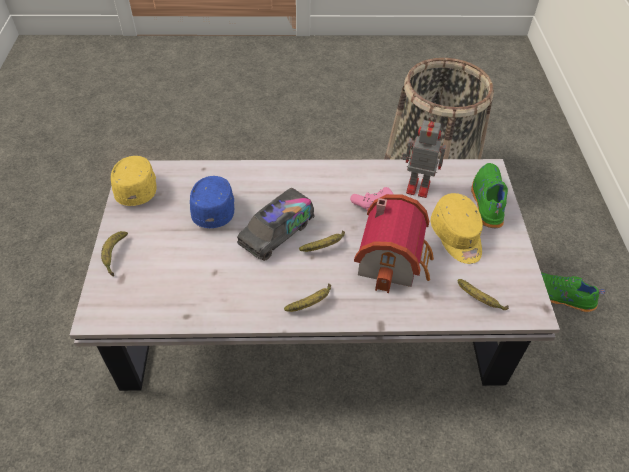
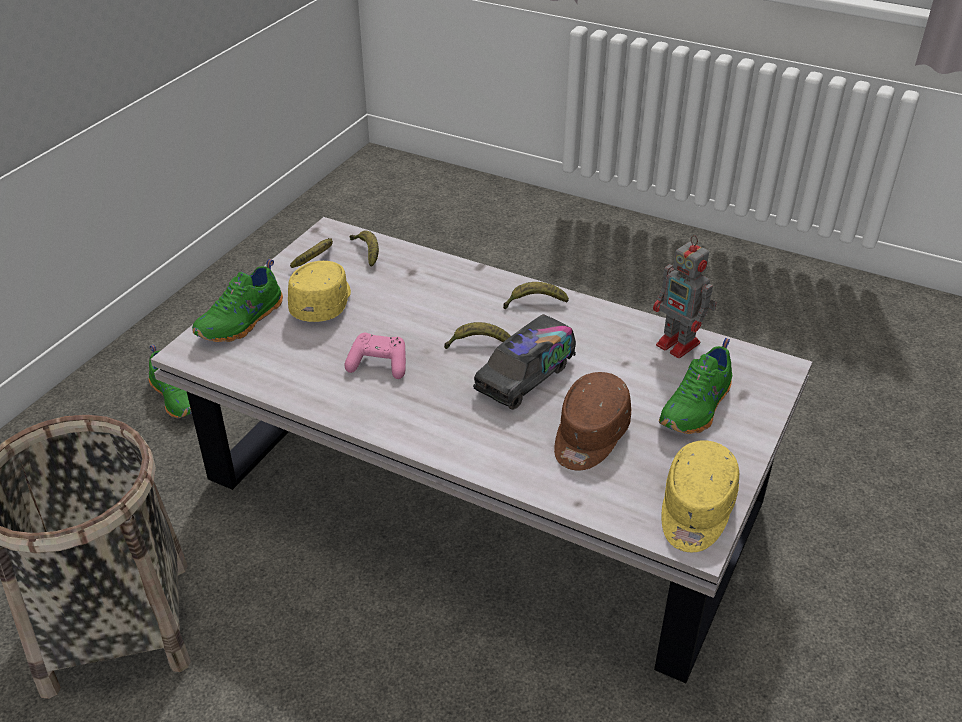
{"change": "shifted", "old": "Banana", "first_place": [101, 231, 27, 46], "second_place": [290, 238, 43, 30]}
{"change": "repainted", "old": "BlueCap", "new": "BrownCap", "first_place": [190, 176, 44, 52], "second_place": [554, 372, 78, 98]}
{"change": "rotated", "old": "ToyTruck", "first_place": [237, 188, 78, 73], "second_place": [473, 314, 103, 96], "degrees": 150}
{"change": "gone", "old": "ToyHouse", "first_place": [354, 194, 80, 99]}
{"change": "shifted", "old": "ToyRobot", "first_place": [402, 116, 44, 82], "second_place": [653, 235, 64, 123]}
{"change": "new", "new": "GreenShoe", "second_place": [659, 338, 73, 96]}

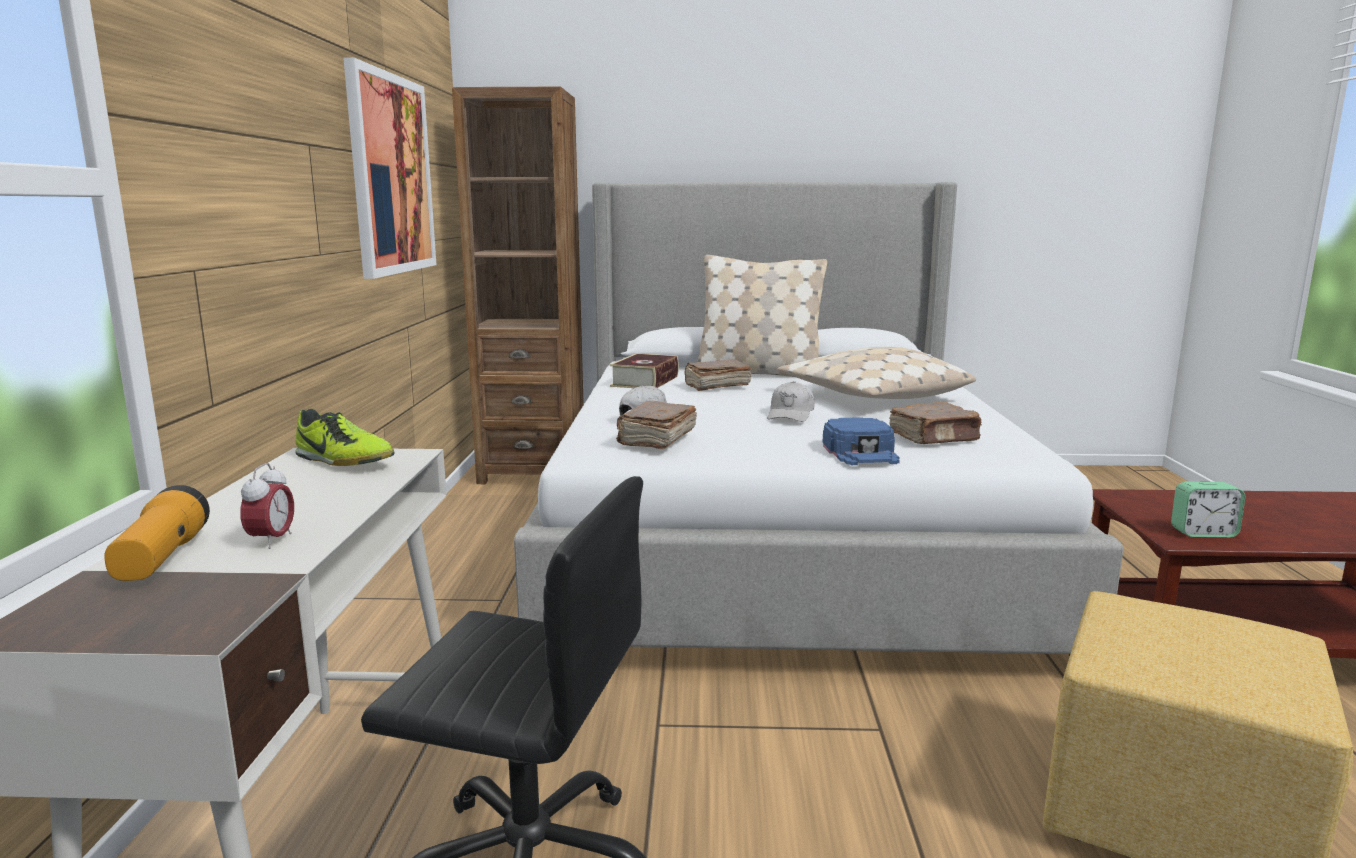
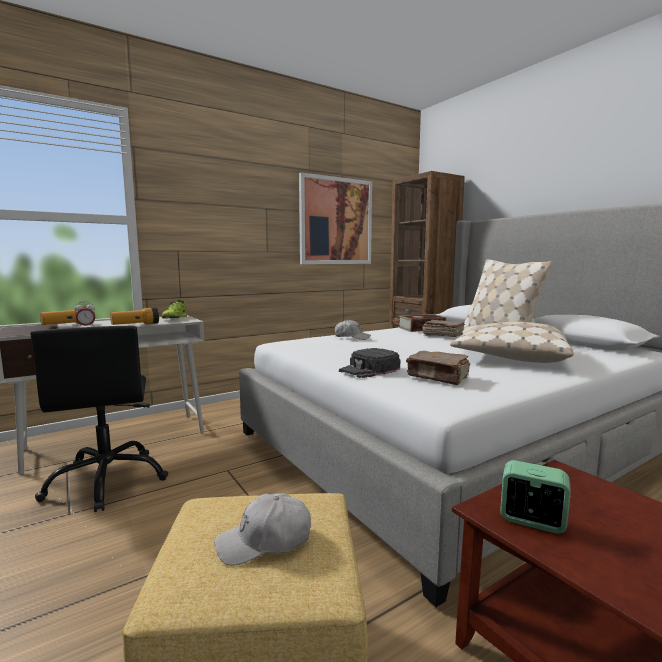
{"change": "gone", "old": "BrownBook", "first_place": [616, 401, 81, 48]}
{"change": "shifted", "old": "WhiteCap", "first_place": [767, 381, 48, 41], "second_place": [214, 493, 97, 73]}
{"change": "repainted", "old": "BlueCap", "new": "BlackCap", "first_place": [823, 417, 77, 48], "second_place": [339, 348, 61, 30]}
{"change": "rotated", "old": "AlarmClock", "first_place": [1171, 482, 74, 56], "second_place": [500, 460, 71, 74], "degrees": 150}
{"change": "new", "new": "Flashlight", "second_place": [110, 307, 49, 18]}

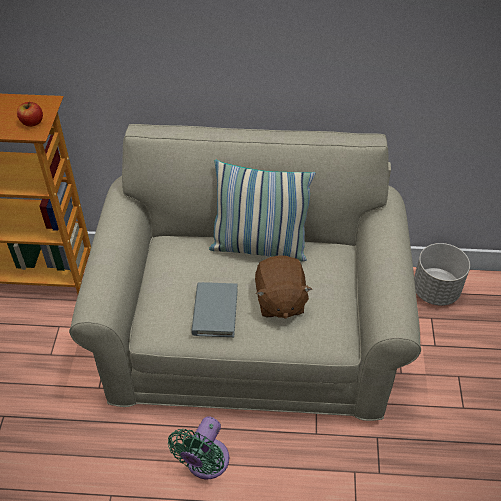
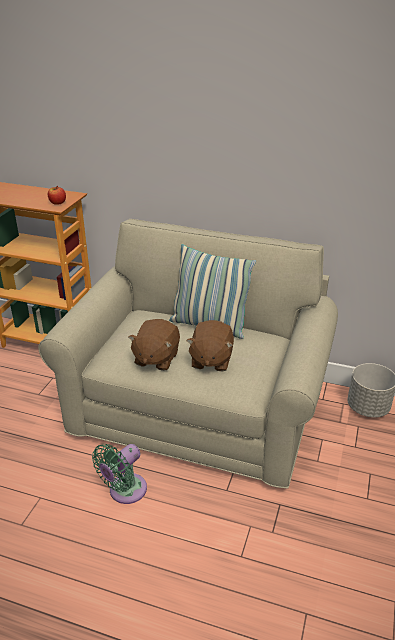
{"change": "swapped", "old": "GreyBook", "new": "BrownPlushToy", "first_place": [191, 282, 47, 55], "second_place": [128, 319, 52, 52]}

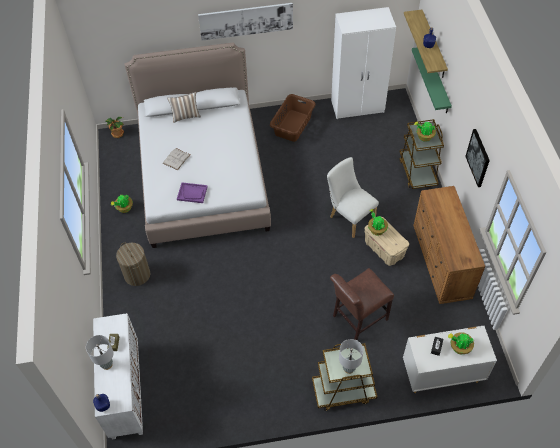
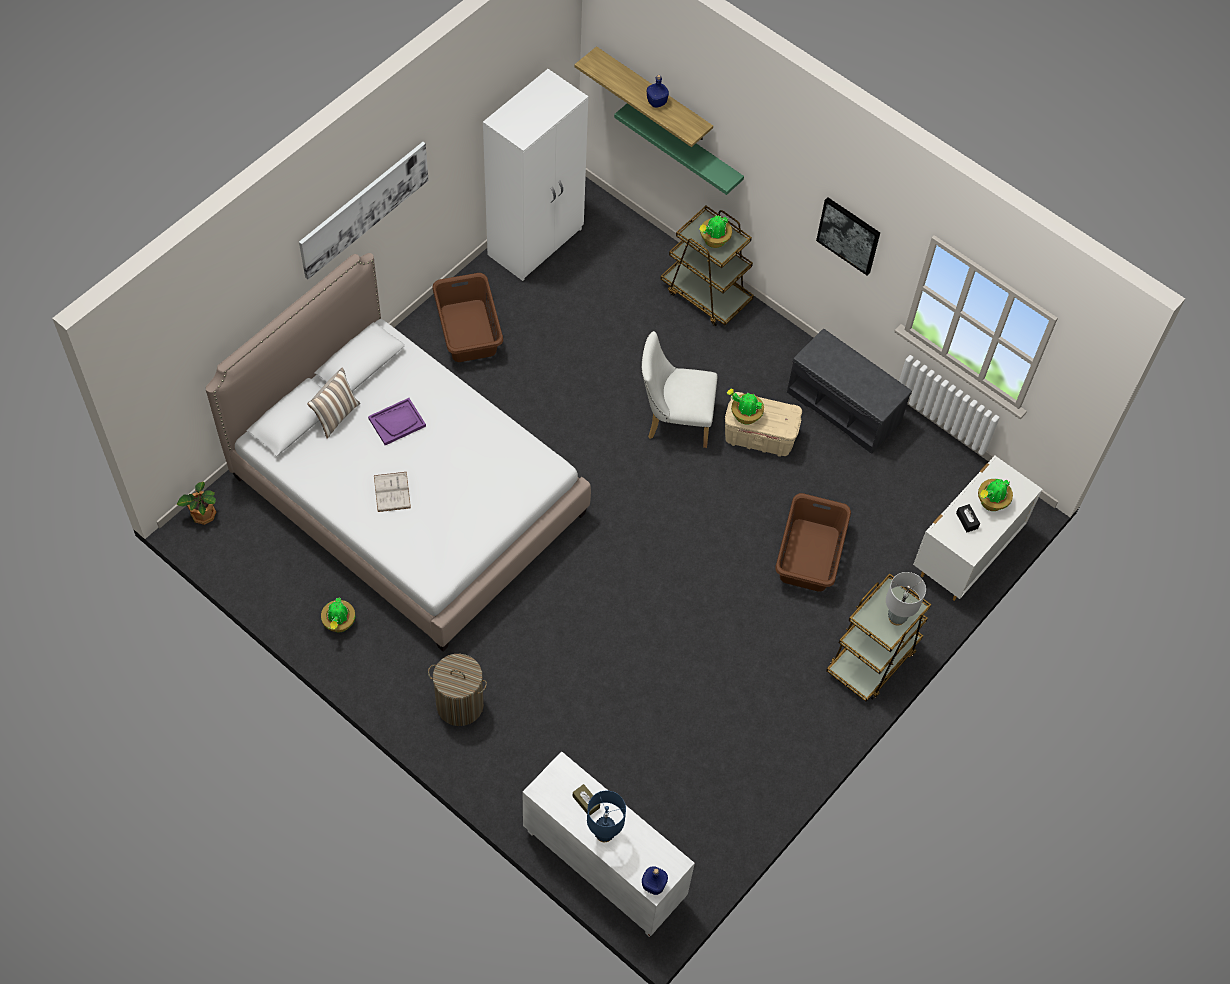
{"change": "repainted", "old": "GreyTableLamp", "new": "BlueTableLamp", "first_place": [86, 335, 28, 35], "second_place": [587, 791, 39, 51]}
{"change": "shifted", "old": "PurpleTray", "first_place": [177, 182, 31, 21], "second_place": [368, 398, 58, 47]}
{"change": "swapped", "old": "BrownChair", "new": "BrownLaundryBasket", "first_place": [330, 268, 64, 72], "second_place": [775, 493, 76, 99]}
{"change": "swapped", "old": "BrownDresser", "new": "GreyBench", "first_place": [413, 186, 72, 118], "second_place": [787, 329, 125, 125]}

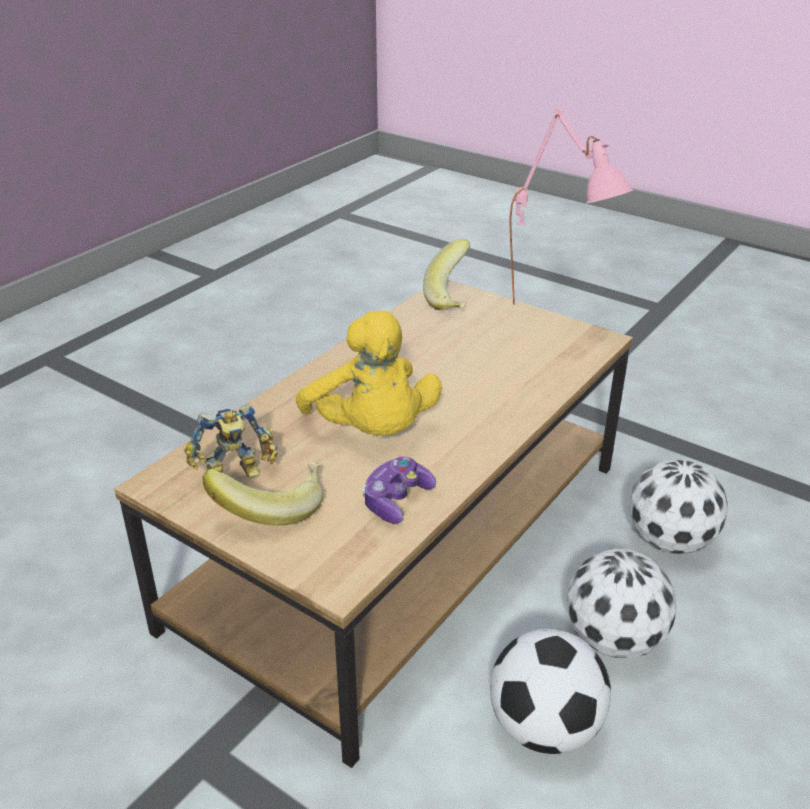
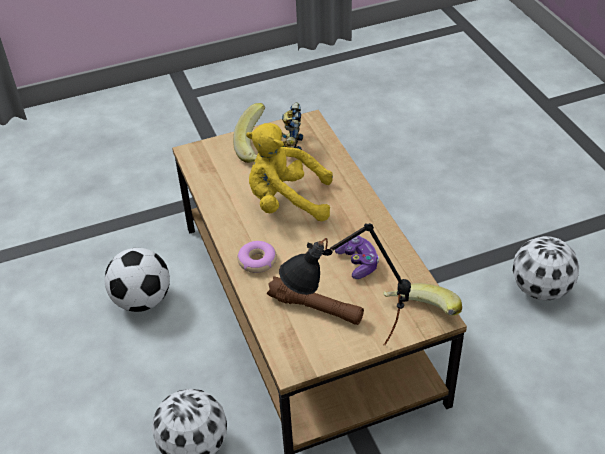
{"change": "shifted", "old": "GameController", "first_place": [362, 457, 74, 67], "second_place": [335, 235, 44, 44]}
{"change": "repainted", "old": "PinkTableLamp", "new": "BlackTableLamp", "first_place": [509, 108, 124, 197], "second_place": [279, 223, 132, 122]}
{"change": "shifted", "old": "Football", "first_place": [566, 549, 110, 109], "second_place": [512, 236, 67, 64]}
{"change": "new", "new": "Donut", "second_place": [237, 241, 40, 32]}
{"change": "new", "new": "BrownFlashlight", "second_place": [267, 276, 97, 49]}

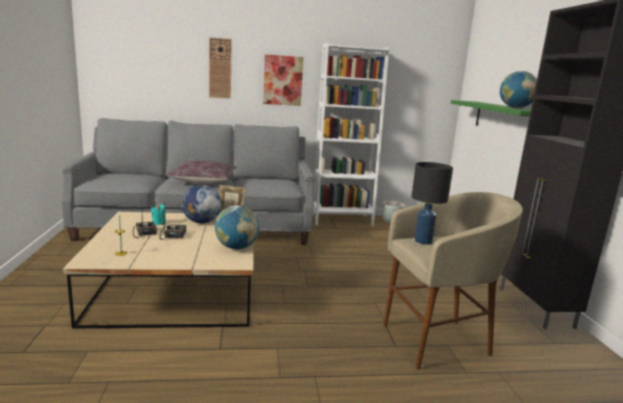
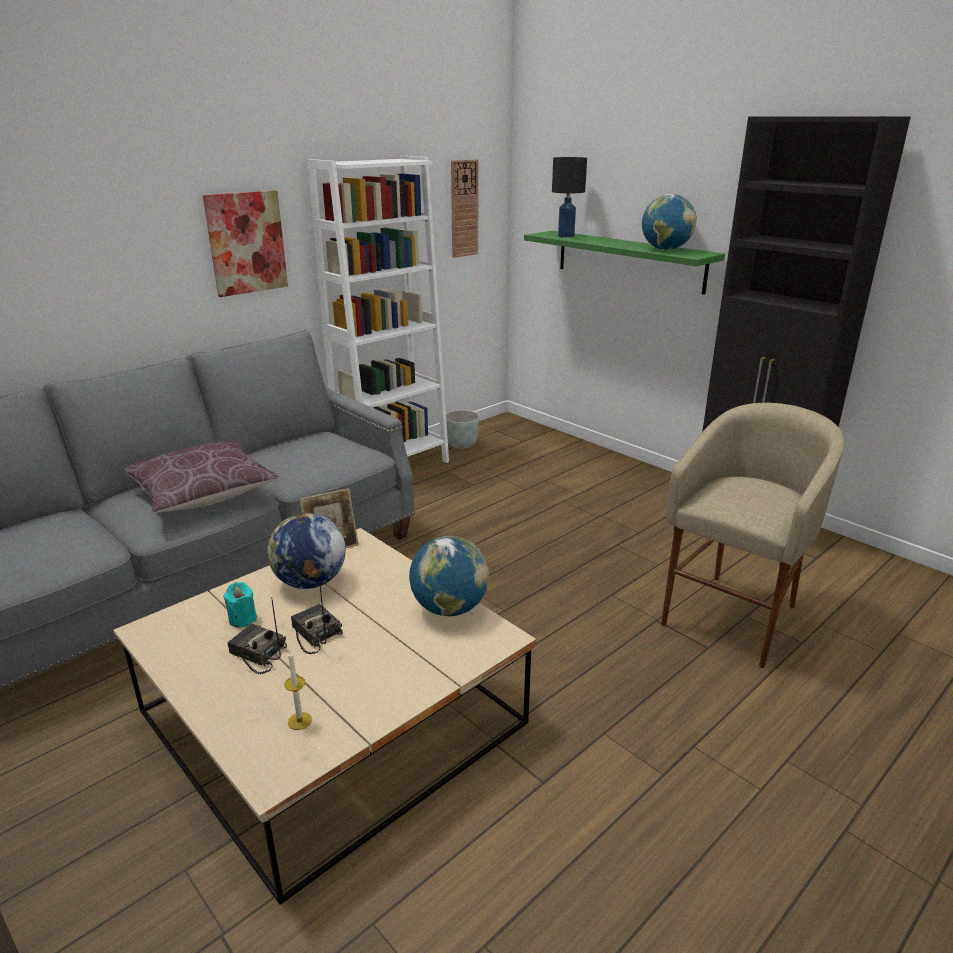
{"change": "shifted", "old": "WallClock", "first_place": [209, 37, 23, 62], "second_place": [451, 159, 27, 99]}
{"change": "shifted", "old": "BlackTableLamp", "first_place": [411, 162, 42, 83], "second_place": [552, 157, 35, 81]}

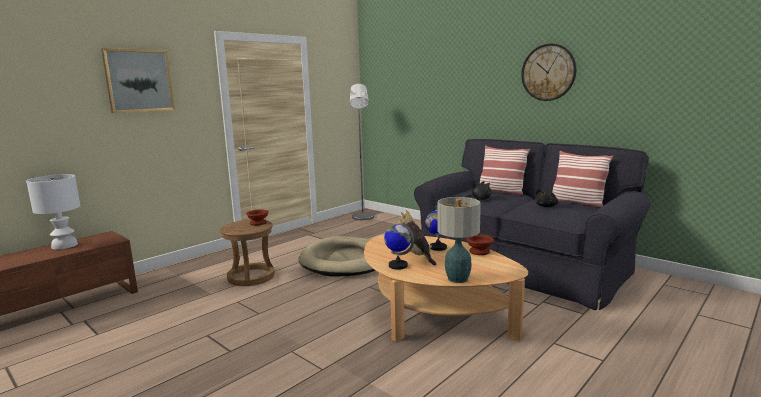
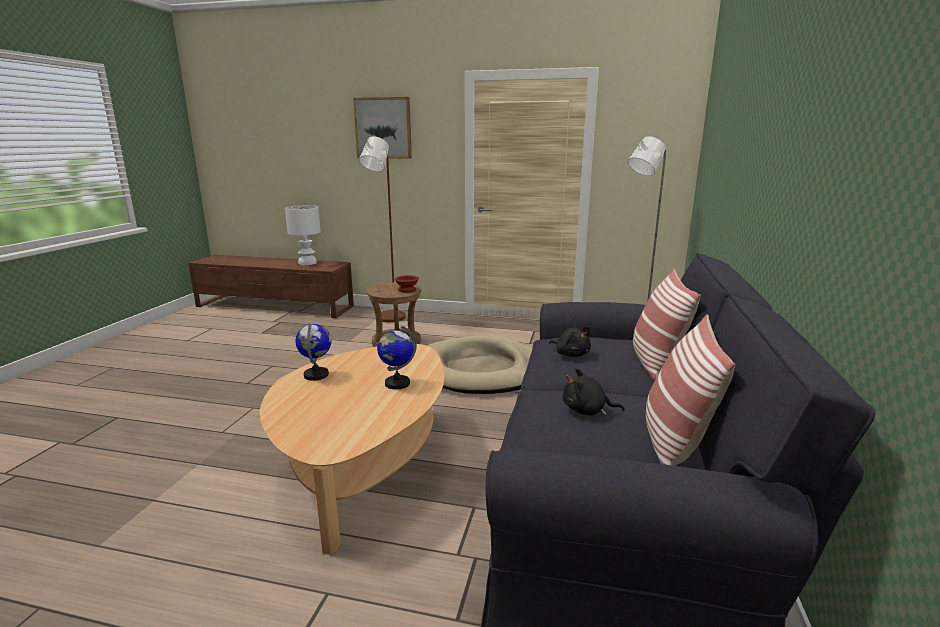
{"change": "gone", "old": "PlushToy", "first_place": [398, 210, 38, 55]}
{"change": "gone", "old": "TableLamp", "first_place": [437, 197, 44, 86]}
{"change": "gone", "old": "BrownBowl", "first_place": [466, 235, 28, 20]}
{"change": "gone", "old": "WallClock", "first_place": [521, 44, 56, 57]}
{"change": "new", "new": "BrownFloorLamp", "second_place": [359, 136, 47, 186]}

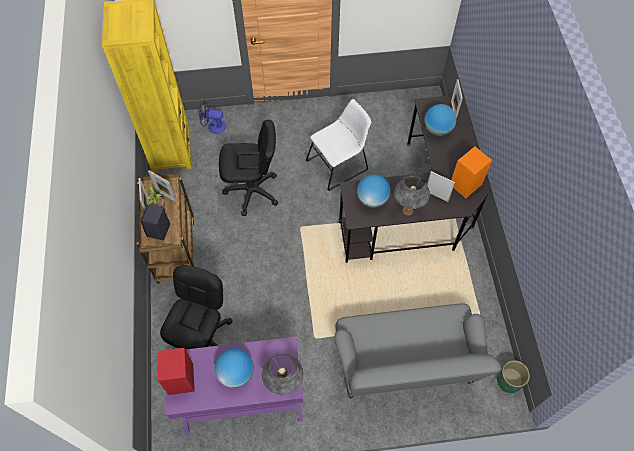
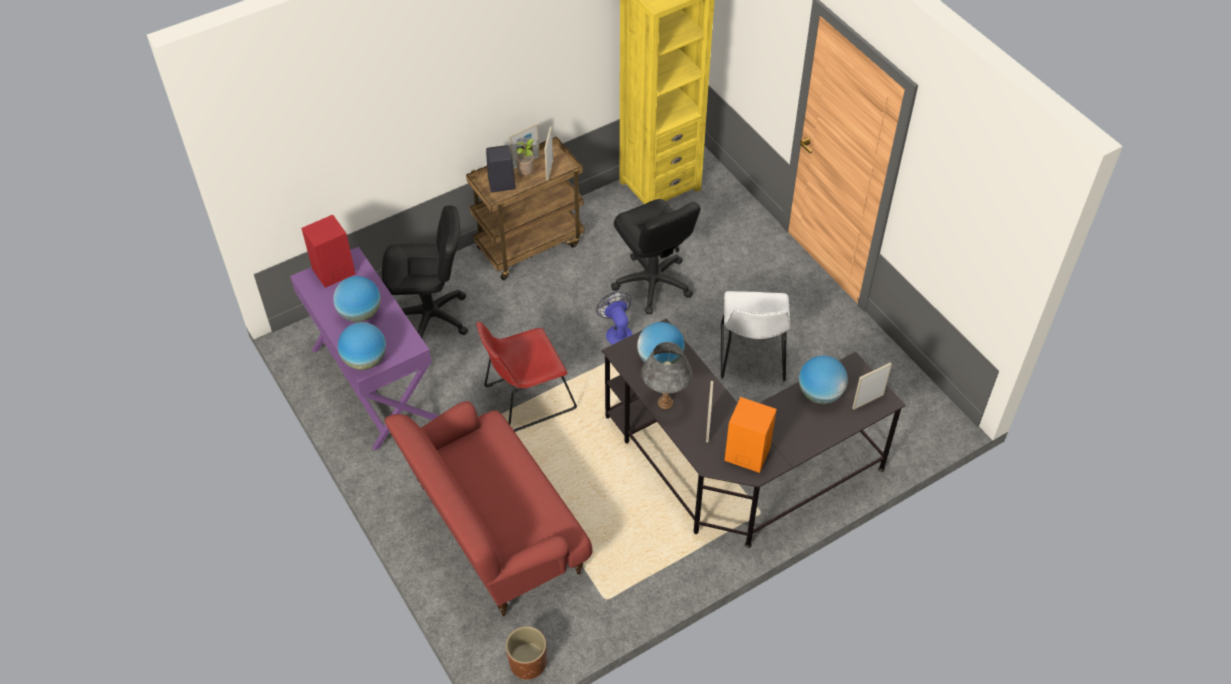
{"change": "shifted", "old": "Fan", "first_place": [199, 102, 27, 32], "second_place": [596, 292, 37, 53]}
{"change": "swapped", "old": "GreyTableLamp", "new": "Globe", "first_place": [262, 354, 41, 41], "second_place": [338, 322, 48, 48]}
{"change": "rotated", "old": "WhiteChair", "first_place": [306, 99, 66, 92], "second_place": [721, 291, 70, 90], "degrees": 60}
{"change": "repainted", "old": "GreySofa", "new": "RedSofa", "first_place": [334, 303, 167, 96], "second_place": [385, 401, 208, 215]}
{"change": "repainted", "old": "GreenPlanter", "new": "BrownPlanter", "first_place": [497, 360, 33, 33], "second_place": [506, 626, 40, 54]}
{"change": "new", "new": "RedChair", "second_place": [476, 321, 101, 111]}

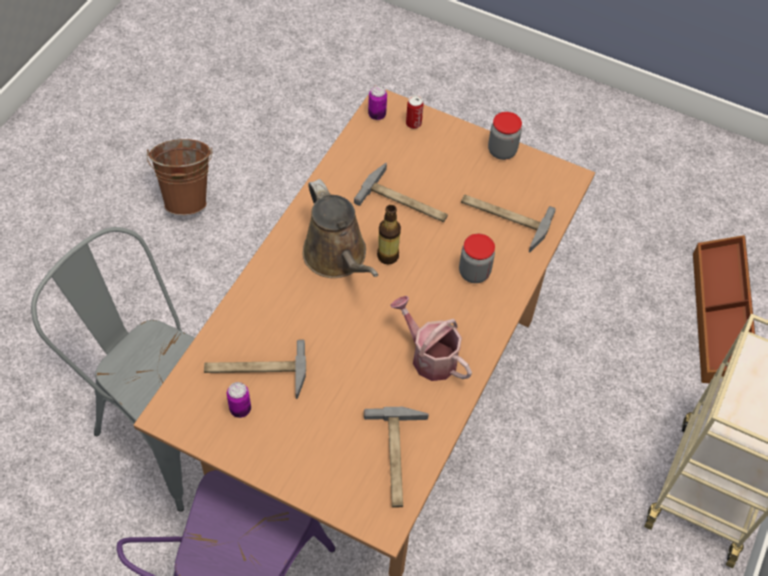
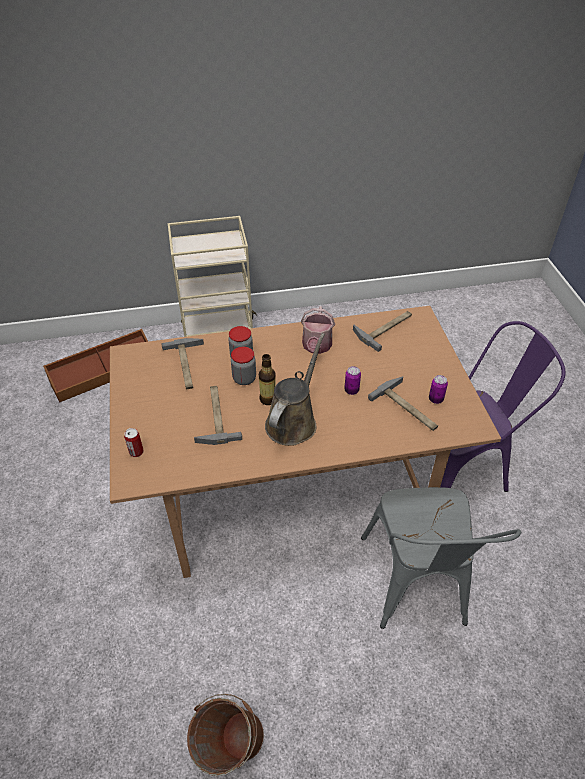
{"change": "shifted", "old": "Can", "first_place": [368, 85, 19, 35], "second_place": [344, 366, 17, 29]}
{"change": "shifted", "old": "Jar", "first_place": [488, 112, 34, 48], "second_place": [231, 347, 25, 38]}

